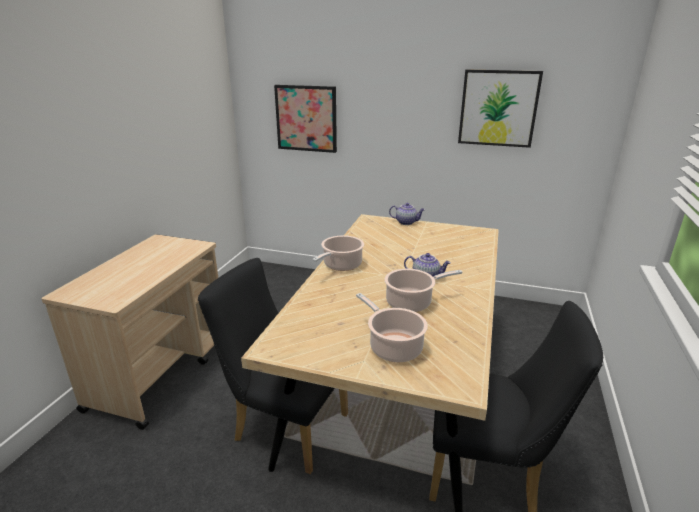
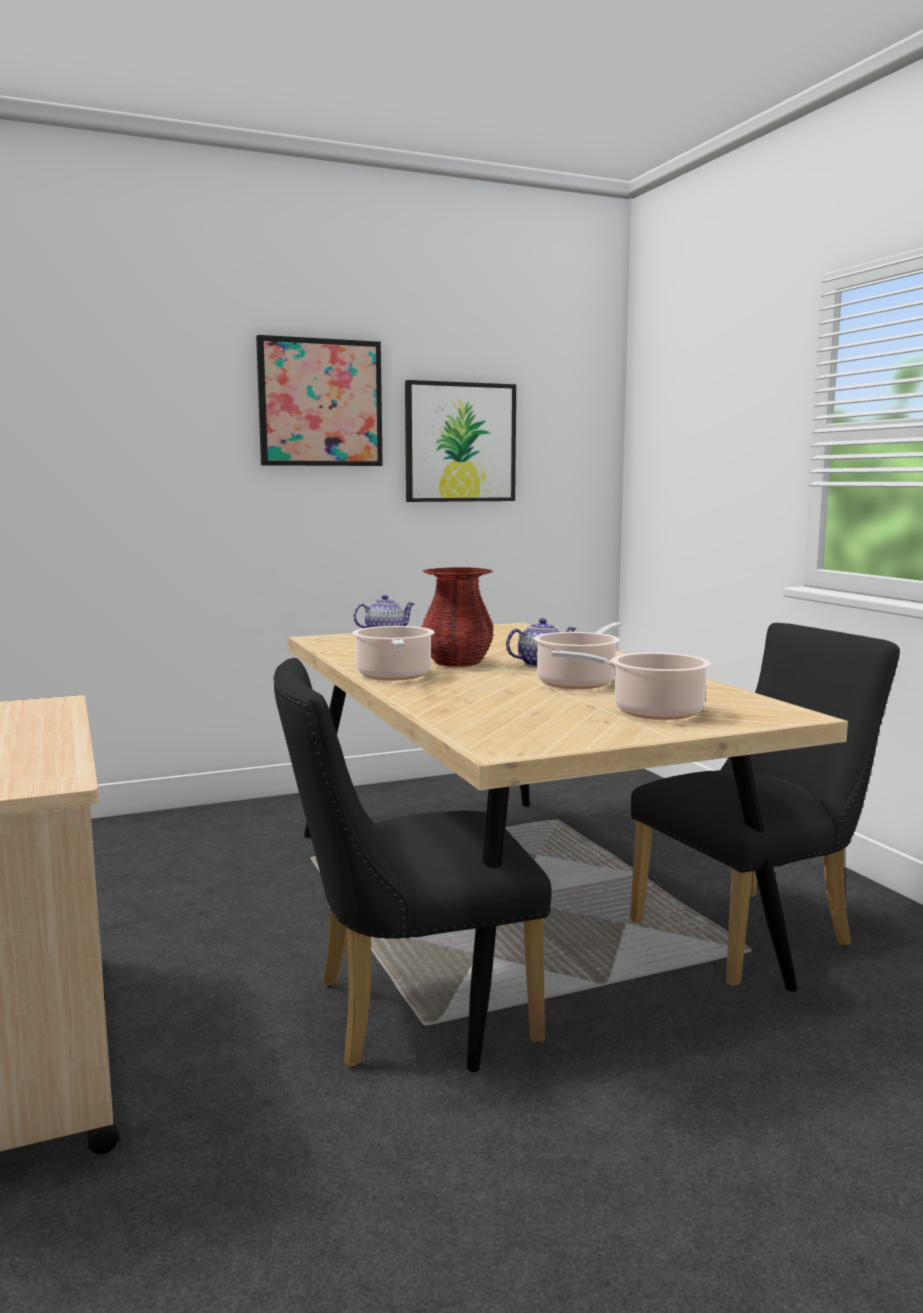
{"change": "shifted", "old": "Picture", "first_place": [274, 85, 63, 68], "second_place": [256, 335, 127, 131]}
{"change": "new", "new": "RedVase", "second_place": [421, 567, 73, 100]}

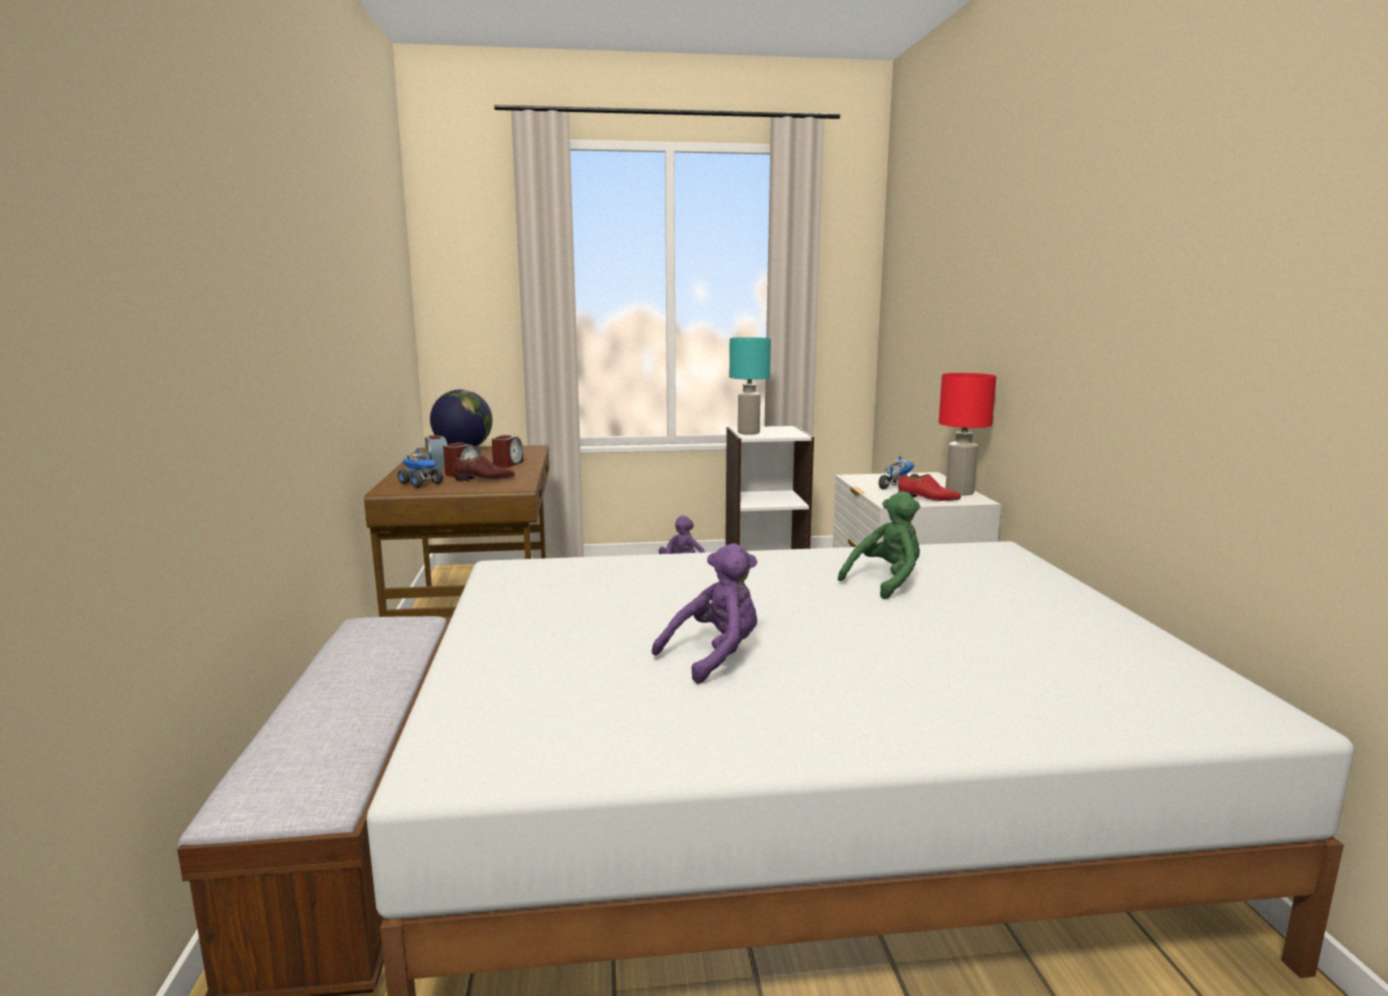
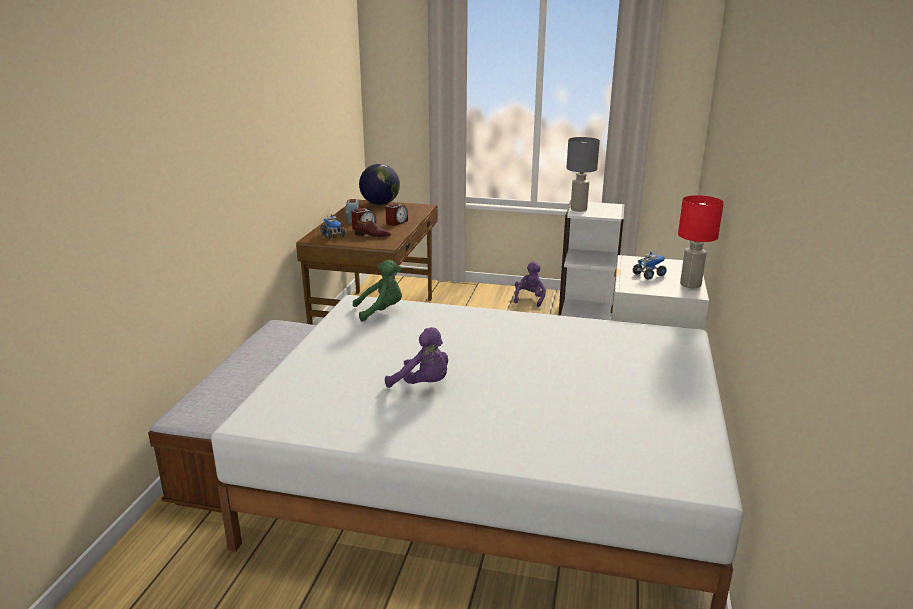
{"change": "rotated", "old": "PurplePlushToy", "first_place": [652, 543, 105, 141], "second_place": [385, 327, 63, 61], "degrees": 45}
{"change": "repainted", "old": "TurquoiseTableLamp", "new": "GreyTableLamp", "first_place": [729, 337, 42, 98], "second_place": [567, 137, 33, 75]}
{"change": "shifted", "old": "GreenPlushToy", "first_place": [838, 491, 82, 108], "second_place": [353, 260, 49, 61]}
{"change": "gone", "old": "RedShoe", "first_place": [898, 474, 63, 27]}

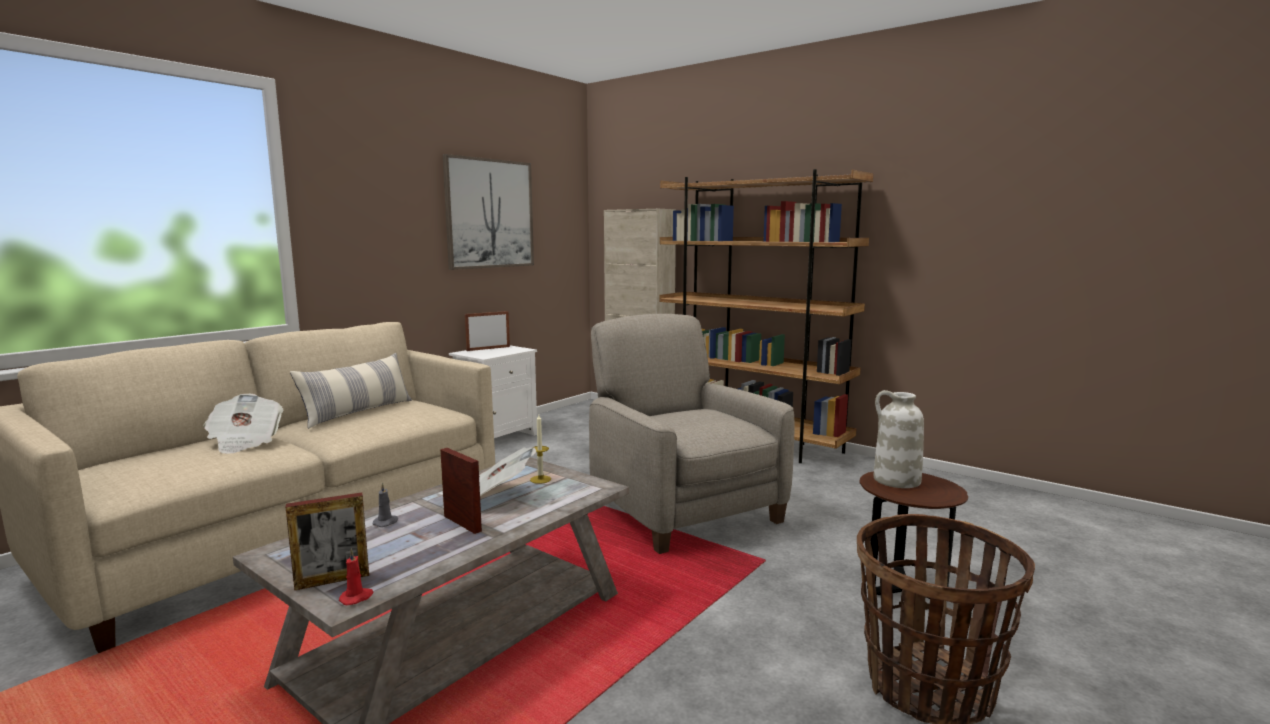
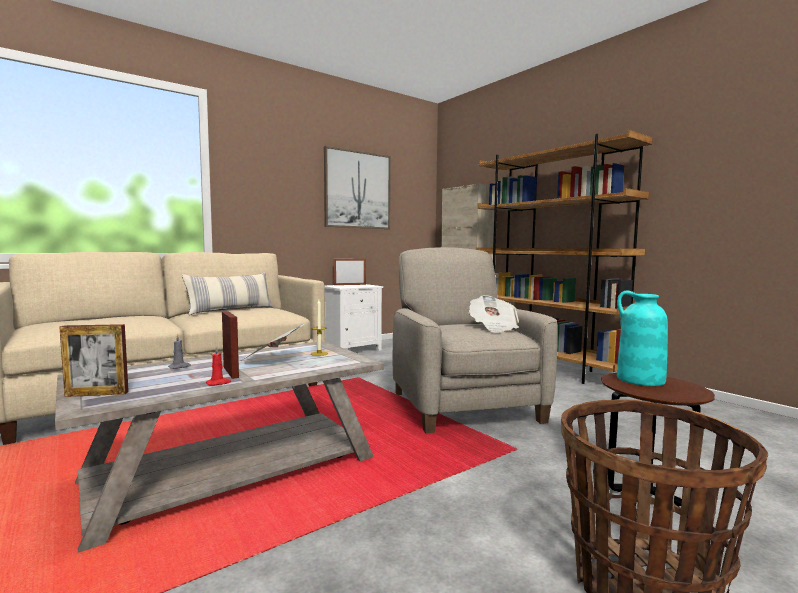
{"change": "shifted", "old": "Newspaper", "first_place": [203, 394, 80, 60], "second_place": [469, 295, 50, 38]}
{"change": "shifted", "old": "RedCandle", "first_place": [339, 548, 35, 57], "second_place": [206, 346, 25, 40]}
{"change": "repainted", "old": "WhiteVase", "new": "TurquoiseVase", "first_place": [874, 390, 50, 98], "second_place": [617, 290, 51, 96]}

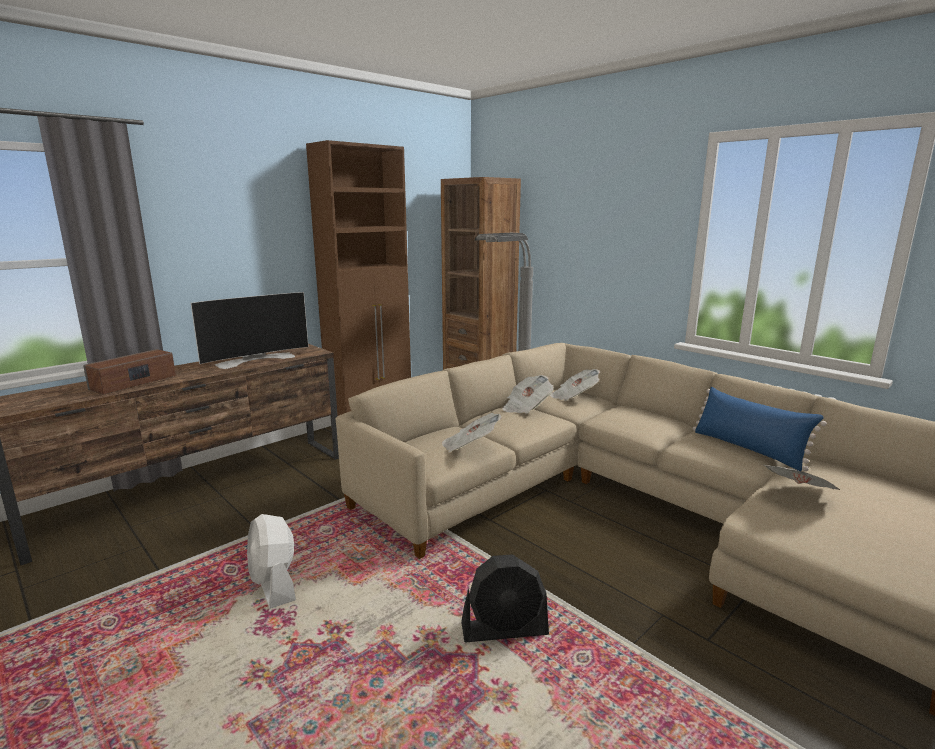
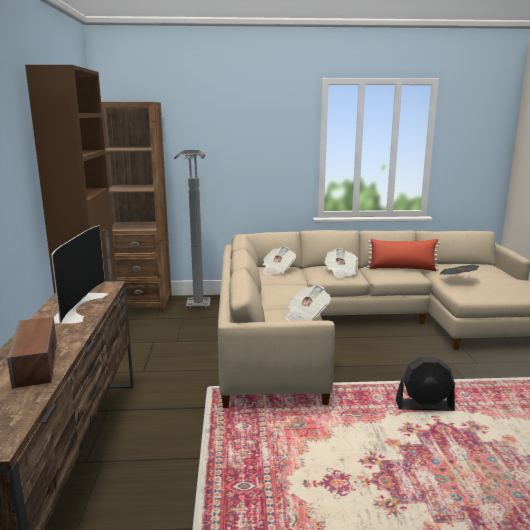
{"change": "gone", "old": "WhiteFan", "first_place": [247, 514, 49, 95]}
{"change": "rotated", "old": "BlackFan", "first_place": [461, 554, 88, 89], "second_place": [396, 357, 59, 54], "degrees": 60}
{"change": "shifted", "old": "Newspaper", "first_place": [502, 375, 52, 39], "second_place": [324, 248, 34, 30]}
{"change": "repainted", "old": "BluePillow", "new": "RedPillow", "first_place": [692, 387, 135, 84], "second_place": [367, 239, 73, 32]}

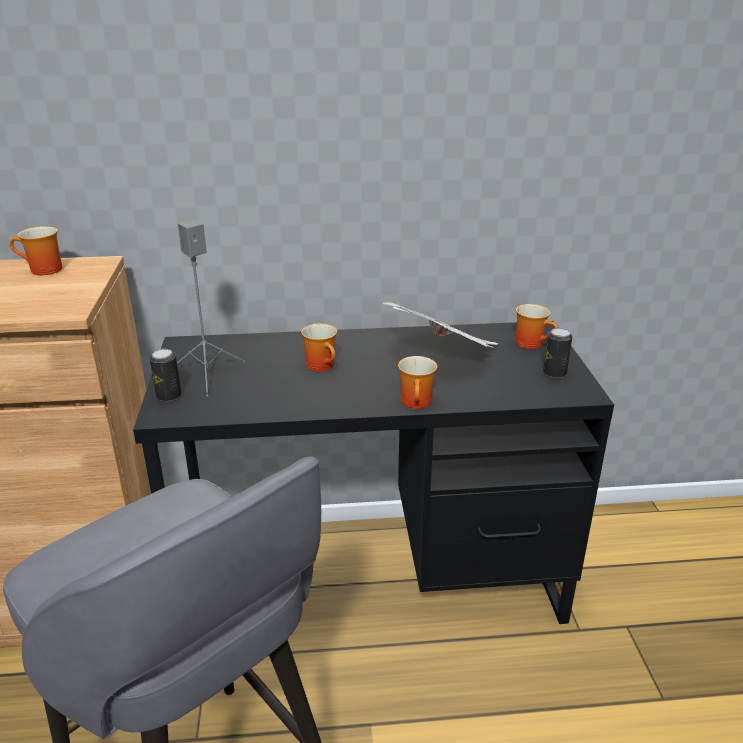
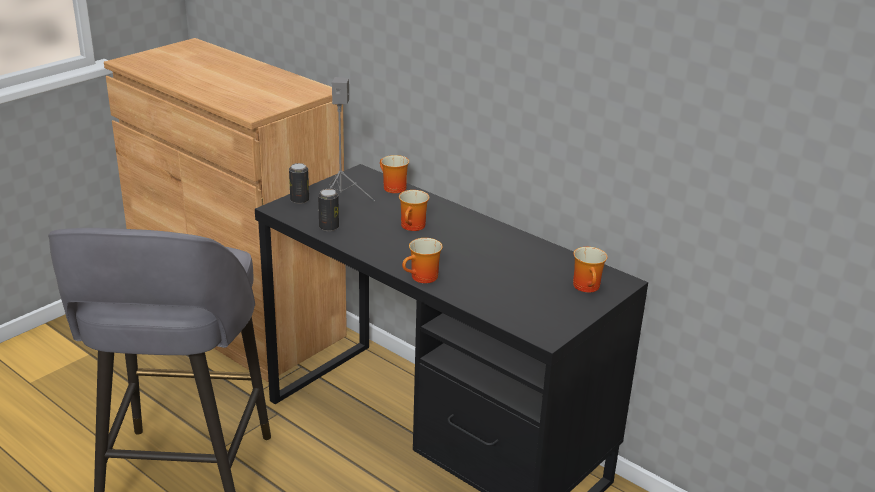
{"change": "shifted", "old": "Mug", "first_place": [10, 226, 52, 49], "second_place": [380, 155, 29, 38]}
{"change": "gone", "old": "Newspaper", "first_place": [383, 302, 115, 46]}
{"change": "shifted", "old": "Can", "first_place": [543, 328, 29, 50], "second_place": [318, 189, 21, 42]}

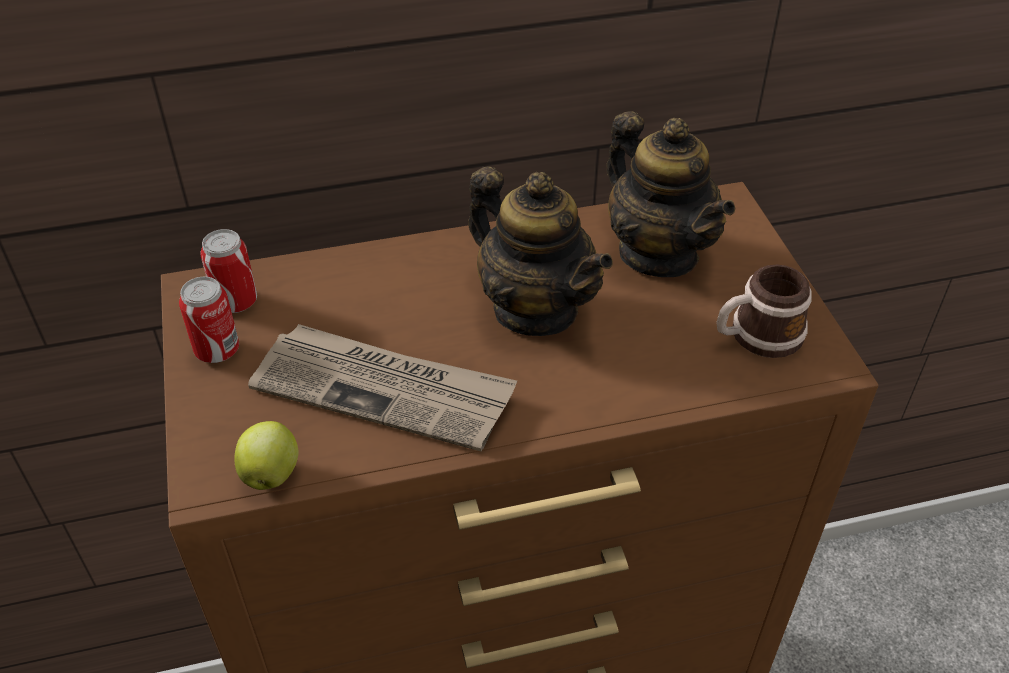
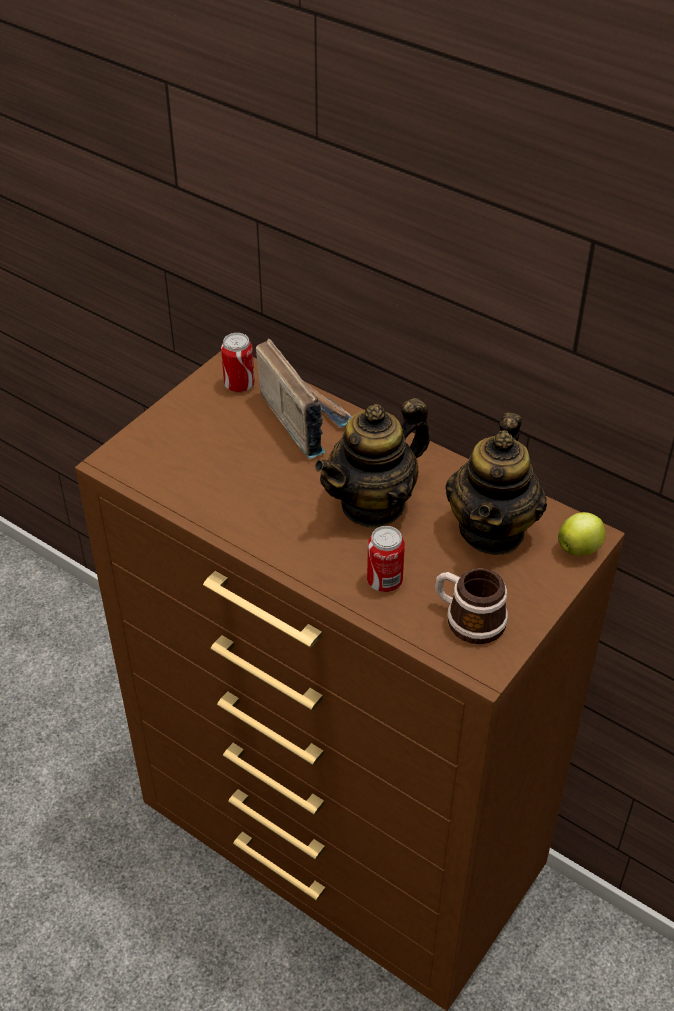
{"change": "shifted", "old": "Can", "first_place": [179, 277, 60, 86], "second_place": [367, 526, 38, 66]}
{"change": "shifted", "old": "Apple", "first_place": [234, 421, 65, 69], "second_place": [558, 512, 47, 44]}
{"change": "gone", "old": "Newspaper", "first_place": [248, 324, 269, 127]}
{"change": "rotated", "old": "Teapot", "first_place": [468, 167, 145, 169], "second_place": [315, 398, 115, 130], "degrees": 45}
{"change": "new", "new": "Radio", "second_place": [256, 339, 96, 120]}

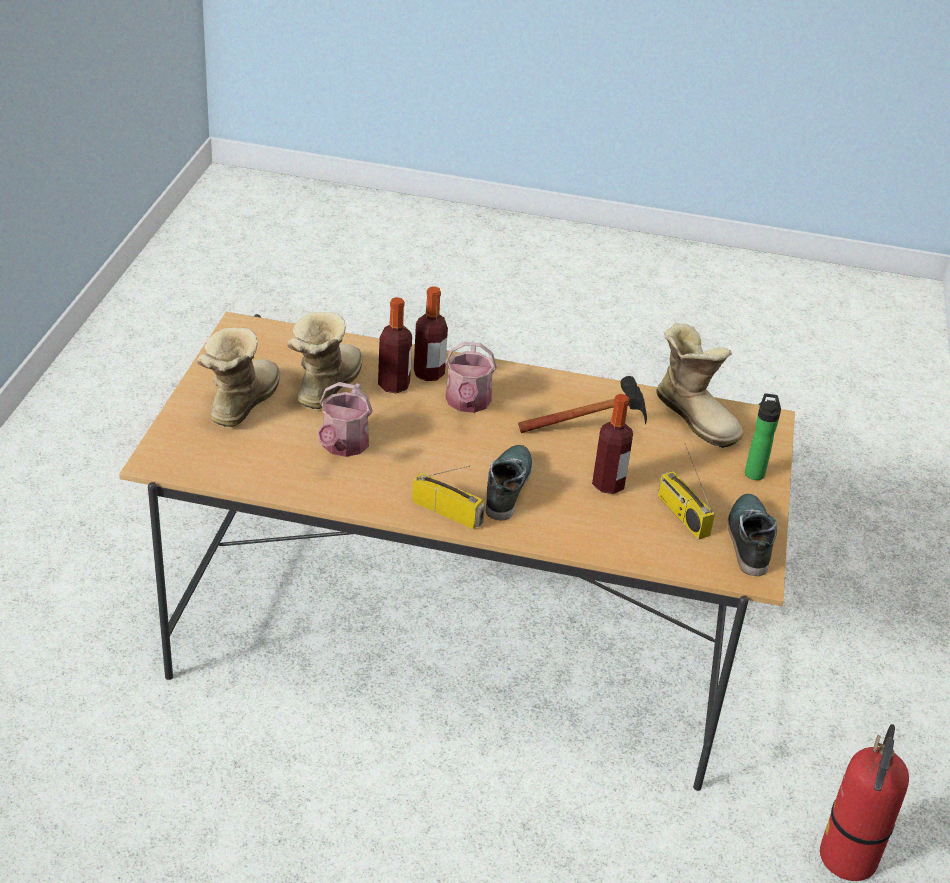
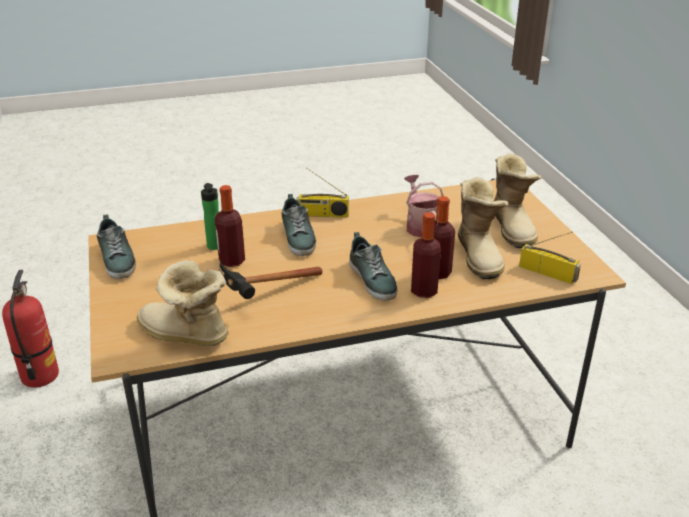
{"change": "swapped", "old": "WateringCan", "new": "Shoe", "first_place": [445, 342, 52, 71], "second_place": [349, 232, 48, 69]}
{"change": "shifted", "old": "Radio", "first_place": [658, 443, 57, 97], "second_place": [519, 231, 62, 53]}
{"change": "shifted", "old": "Bottle", "first_place": [745, 393, 36, 87], "second_place": [201, 183, 18, 67]}

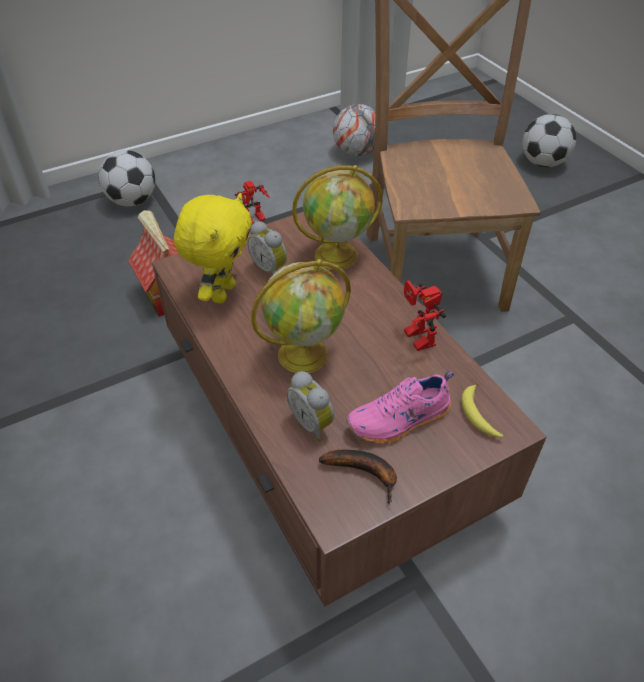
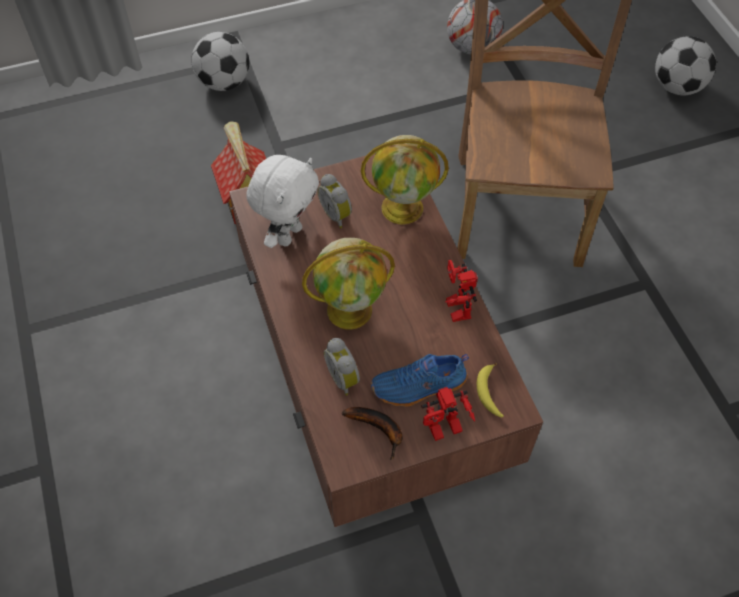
{"change": "repainted", "old": "YellowPlushToy", "new": "WhitePlushToy", "first_place": [174, 193, 78, 111], "second_place": [246, 155, 73, 93]}
{"change": "shifted", "old": "ToyRobot", "first_place": [235, 181, 34, 43], "second_place": [421, 387, 54, 54]}
{"change": "repainted", "old": "PinkShoe", "new": "BlueShoe", "first_place": [346, 371, 108, 73], "second_place": [371, 354, 98, 53]}

